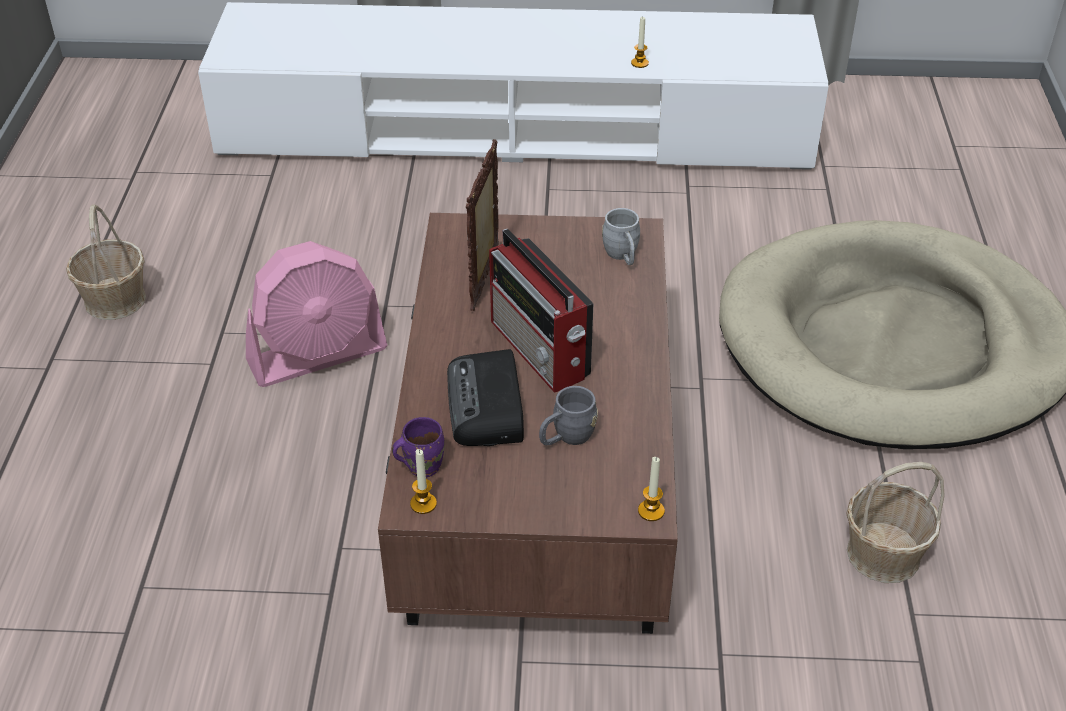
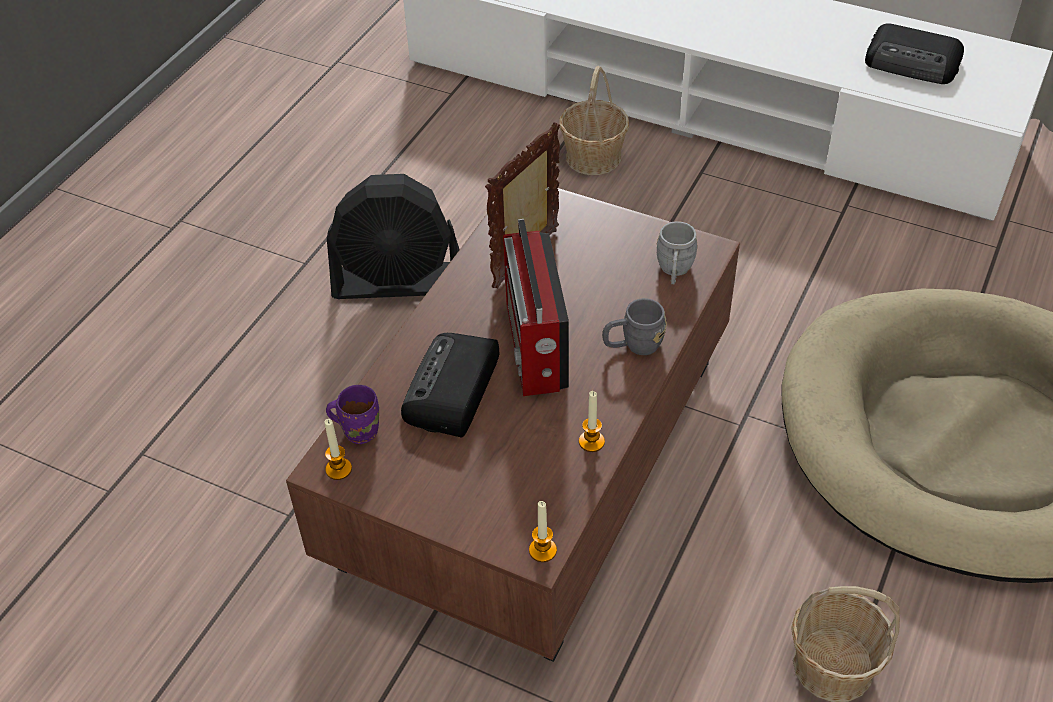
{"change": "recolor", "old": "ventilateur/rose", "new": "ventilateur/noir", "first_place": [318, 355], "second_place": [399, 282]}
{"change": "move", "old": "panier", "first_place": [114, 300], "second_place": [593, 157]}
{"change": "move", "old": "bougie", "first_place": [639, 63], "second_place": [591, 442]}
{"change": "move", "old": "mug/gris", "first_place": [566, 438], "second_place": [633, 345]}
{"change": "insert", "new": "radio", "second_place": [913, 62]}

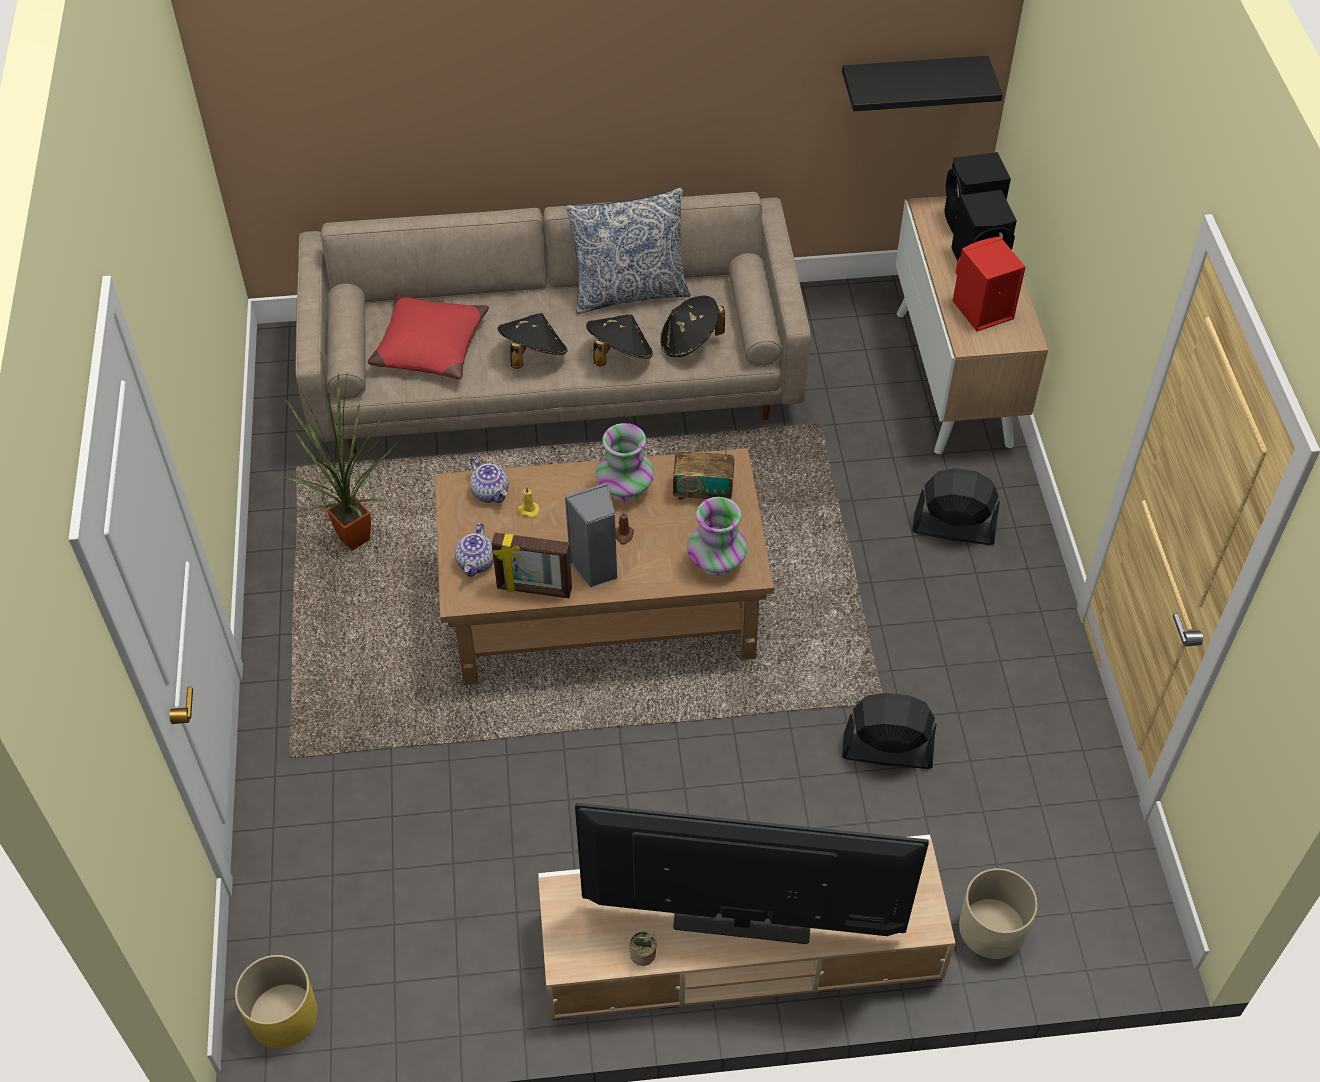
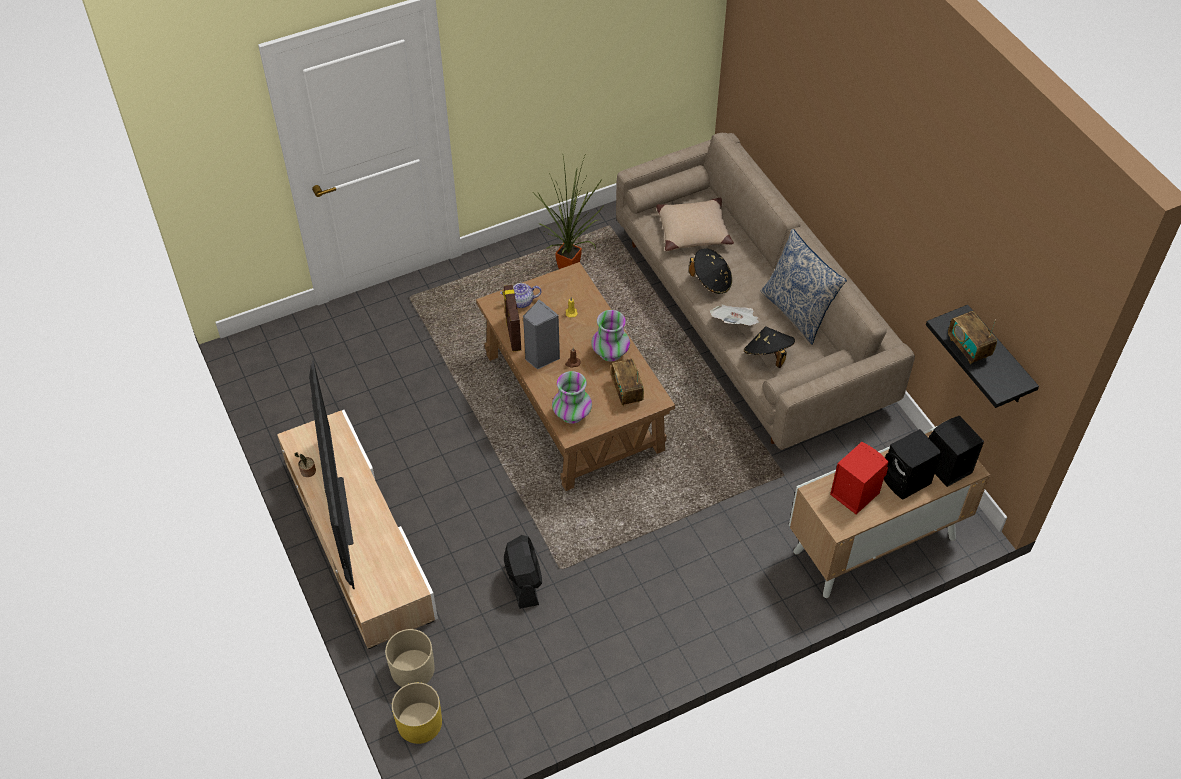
{"change": "move", "old": "cache-pot/jaune", "first_place": [282, 1015], "second_place": [419, 722]}
{"change": "recolor", "old": "coussin/rouge", "new": "coussin/beige", "first_place": [429, 346], "second_place": [693, 231]}
{"change": "replace", "old": "chapeau/noir", "new": "journal", "first_place": [619, 355], "second_place": [735, 323]}
{"change": "insert", "new": "radio", "second_place": [968, 348]}
{"change": "delete", "old": "théière", "first_place": [491, 492]}
{"change": "delete", "old": "ventilateur/noir", "first_place": [953, 528]}

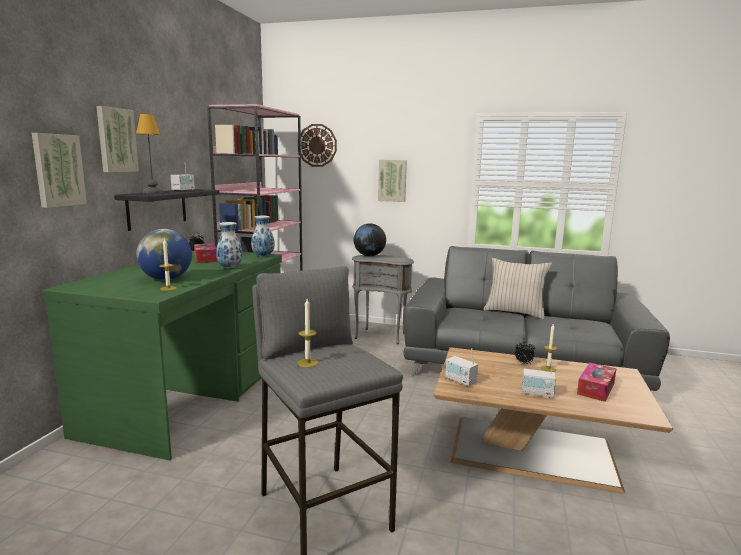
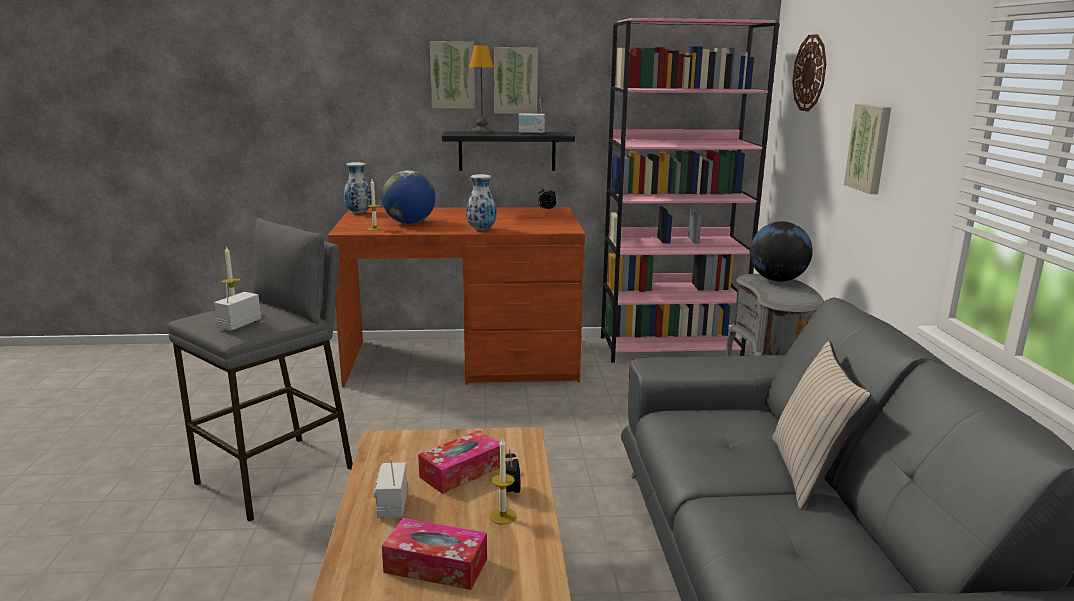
{"change": "move", "old": "radio", "first_place": [460, 381], "second_place": [239, 325]}
{"change": "recolor", "old": "bureau/vert", "new": "bureau/marron", "first_place": [192, 395], "second_place": [464, 361]}
{"change": "move", "old": "vase", "first_place": [263, 256], "second_place": [358, 212]}
{"change": "move", "old": "boîte à mouchoirs", "first_place": [205, 258], "second_place": [461, 471]}
{"change": "move", "old": "tableau", "first_place": [58, 170], "second_place": [515, 80]}

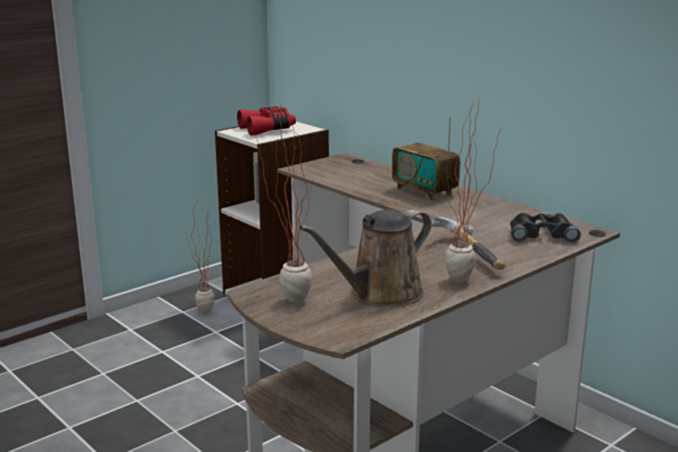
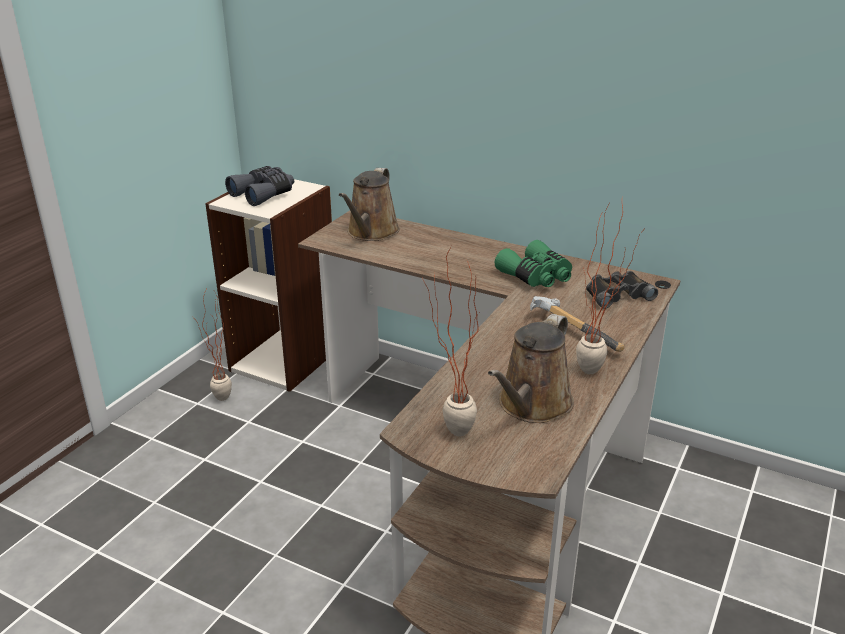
{"change": "recolor", "old": "jumelles/rouge", "new": "jumelles/gris", "first_place": [267, 129], "second_place": [264, 194]}
{"change": "insert", "new": "arrosoir/marron", "second_place": [371, 232]}
{"change": "insert", "new": "jumelles/vert", "second_place": [536, 277]}
{"change": "delete", "old": "radio", "first_place": [424, 191]}

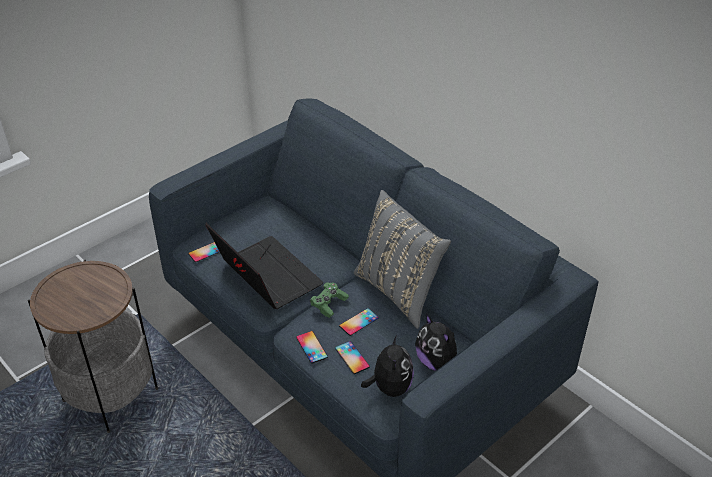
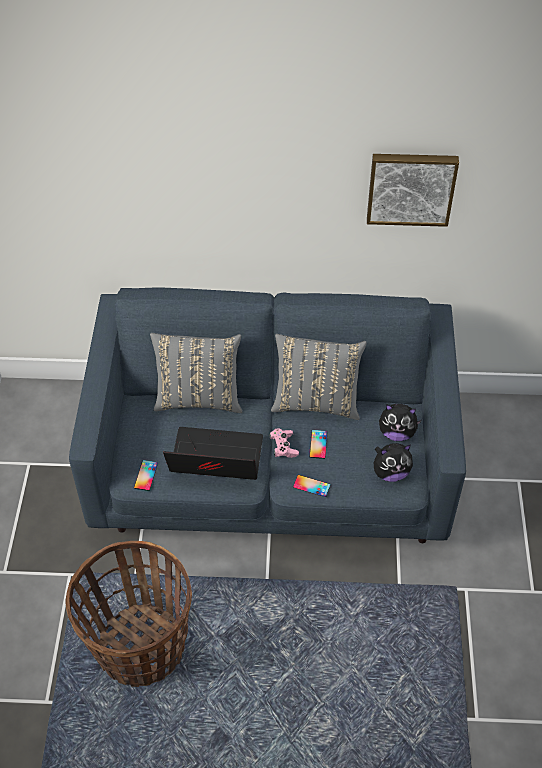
{"change": "replace", "old": "table d'appoint", "new": "panier", "first_place": [111, 396], "second_place": [141, 648]}
{"change": "insert", "new": "coussin/gris", "second_place": [199, 398]}
{"change": "recolor", "old": "manette/vert", "new": "manette/rose", "first_place": [329, 304], "second_place": [283, 447]}
{"change": "insert", "new": "tableau", "second_place": [411, 187]}
{"change": "rotate", "old": "peluche", "first_place": [390, 387], "second_place": [390, 473], "degrees": 120}
{"change": "delete", "old": "téléphone", "first_place": [352, 357]}

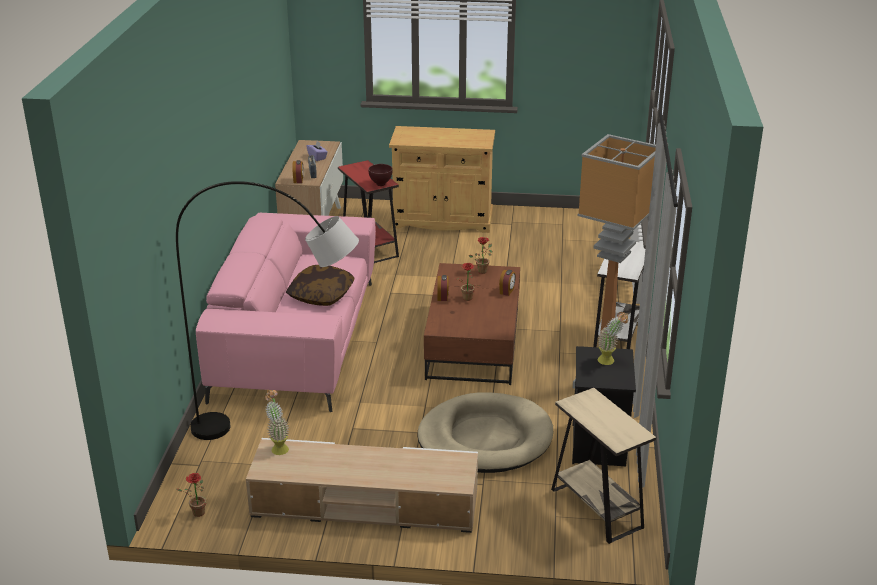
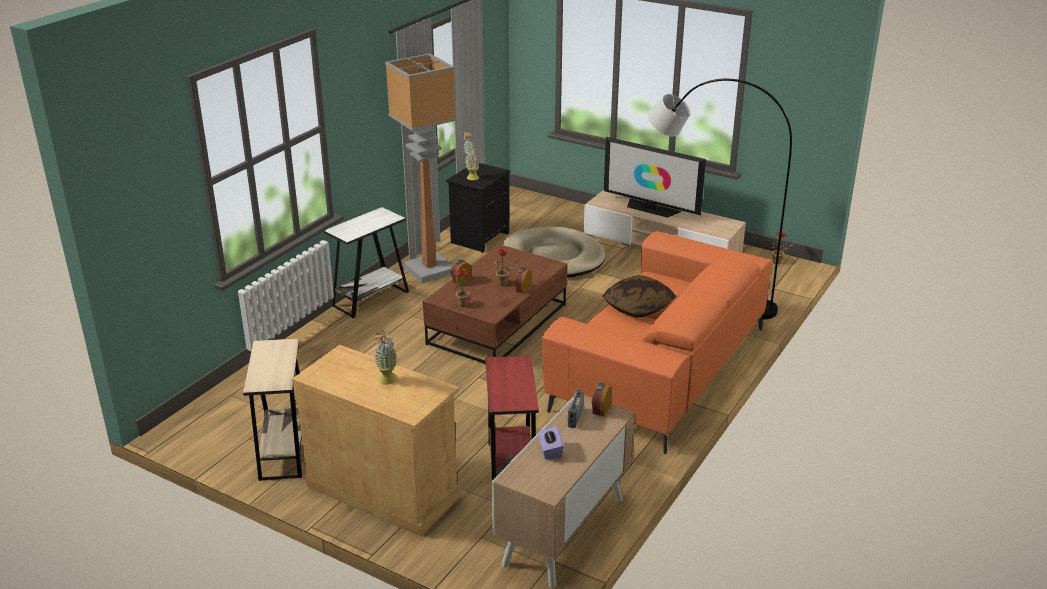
{"change": "move", "old": "table d'appoint/beige", "first_place": [596, 508], "second_place": [284, 451]}
{"change": "move", "old": "plante en pot", "first_place": [278, 447], "second_place": [387, 382]}
{"change": "recolor", "old": "canapé/rose", "new": "canapé/orange", "first_place": [297, 339], "second_place": [659, 368]}
{"change": "insert", "new": "téléviseur", "second_place": [651, 208]}
{"change": "delete", "old": "bol/marron", "first_place": [380, 184]}

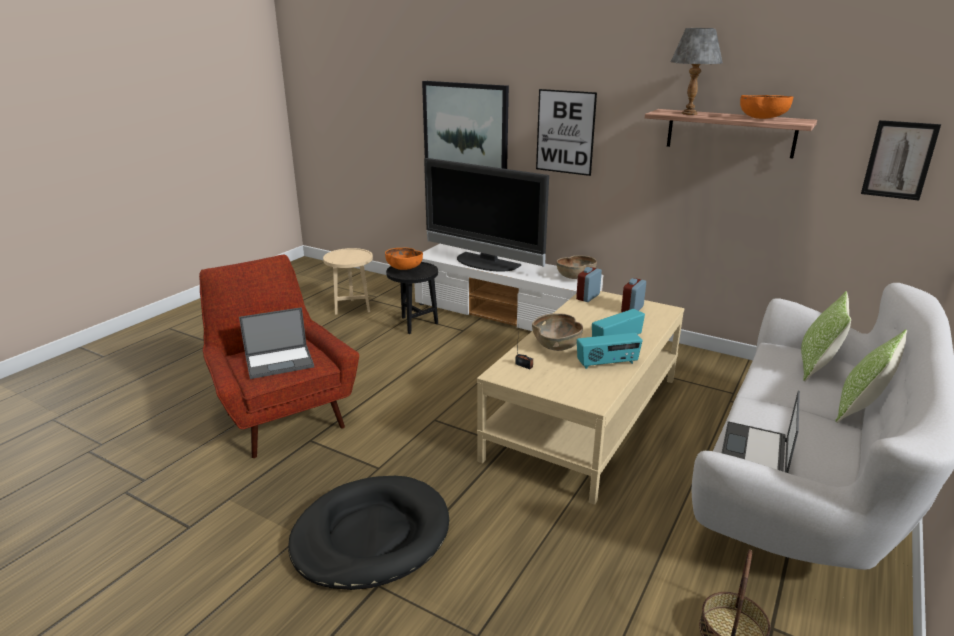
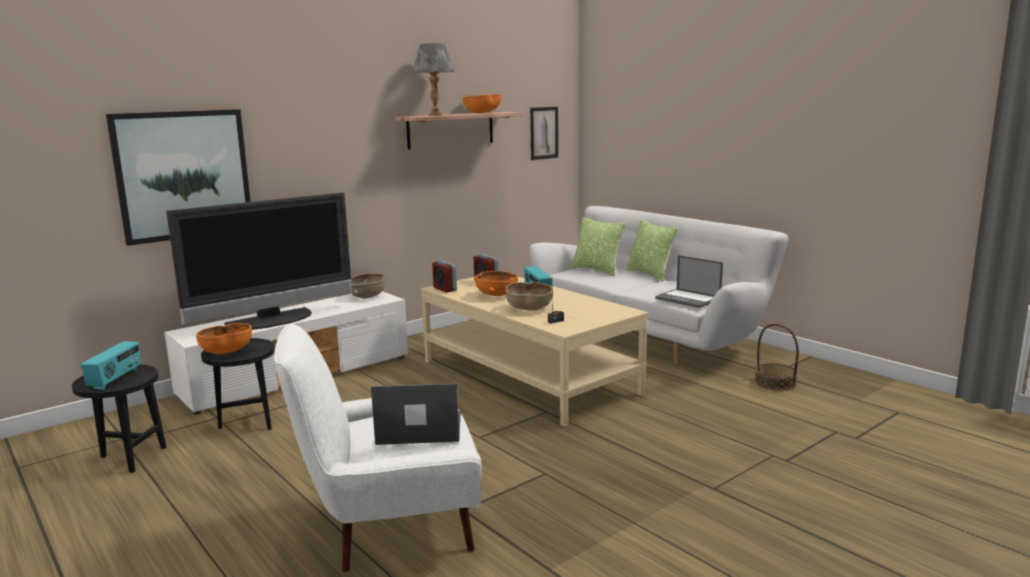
{"change": "recolor", "old": "table d'appoint/beige", "new": "table d'appoint/noir", "first_place": [352, 307], "second_place": [129, 458]}
{"change": "move", "old": "radio", "first_place": [607, 363], "second_place": [116, 379]}
{"change": "recolor", "old": "fauteuil/rouge", "new": "fauteuil/blanc", "first_place": [282, 416], "second_place": [391, 526]}
{"change": "rotate", "old": "ordinateur portable", "first_place": [280, 361], "second_place": [418, 429], "degrees": -90}
{"change": "insert", "new": "bol/orange", "second_place": [496, 295]}
{"change": "delete", "old": "panier pour chien/noir", "first_place": [371, 536]}
{"change": "delete", "old": "tableau", "first_place": [565, 132]}

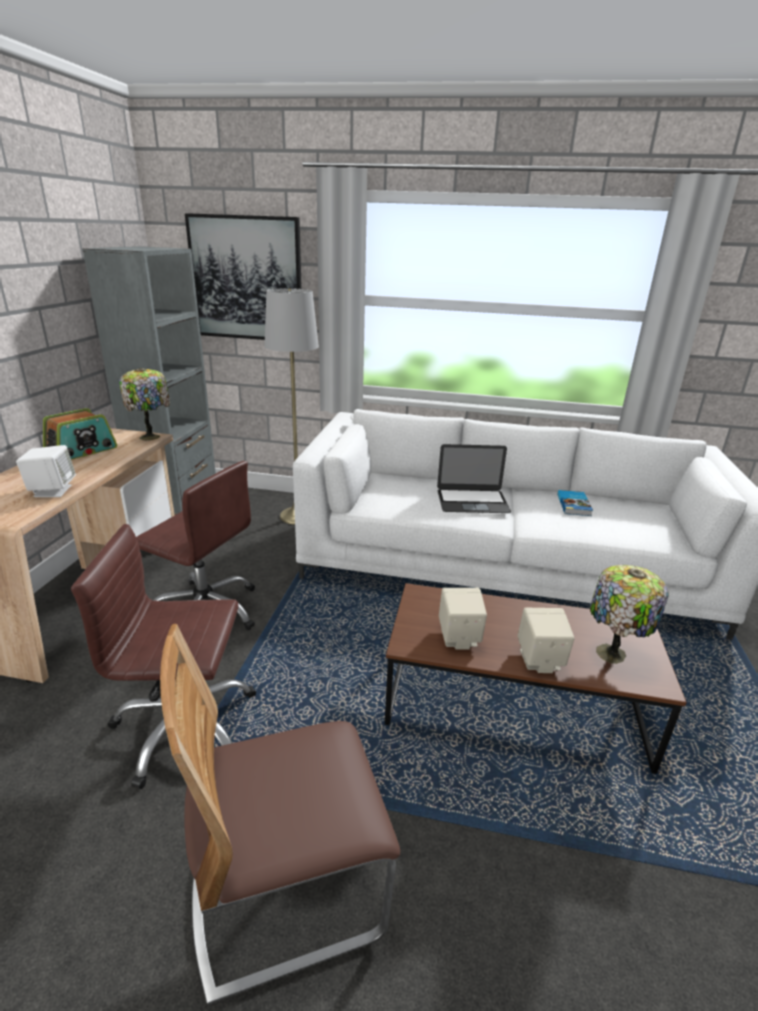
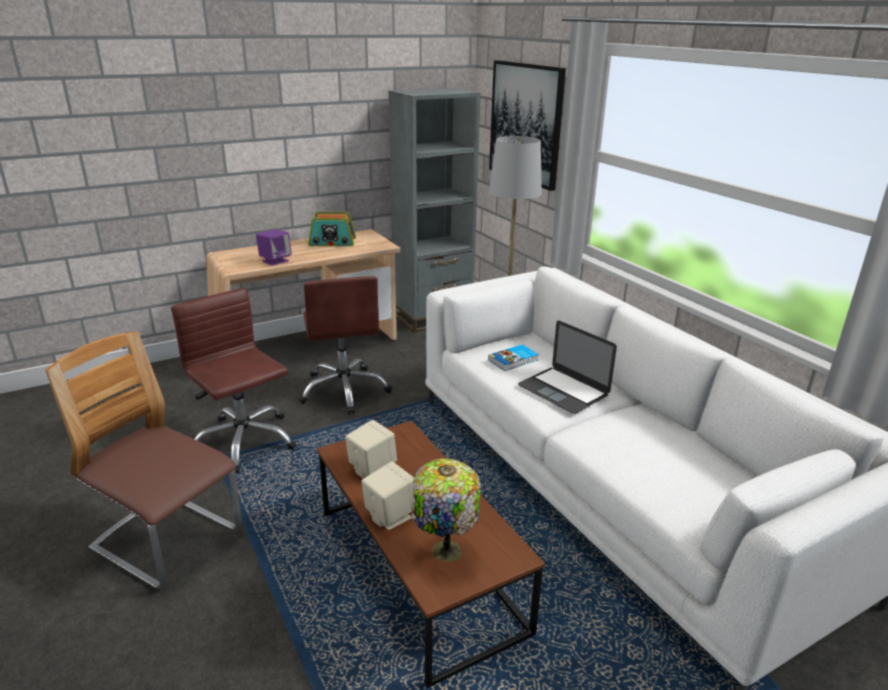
{"change": "recolor", "old": "enceinte/blanc", "new": "enceinte/violet", "first_place": [52, 491], "second_place": [275, 261]}
{"change": "move", "old": "livre", "first_place": [574, 505], "second_place": [514, 360]}
{"change": "delete", "old": "lampe de table", "first_place": [151, 436]}

